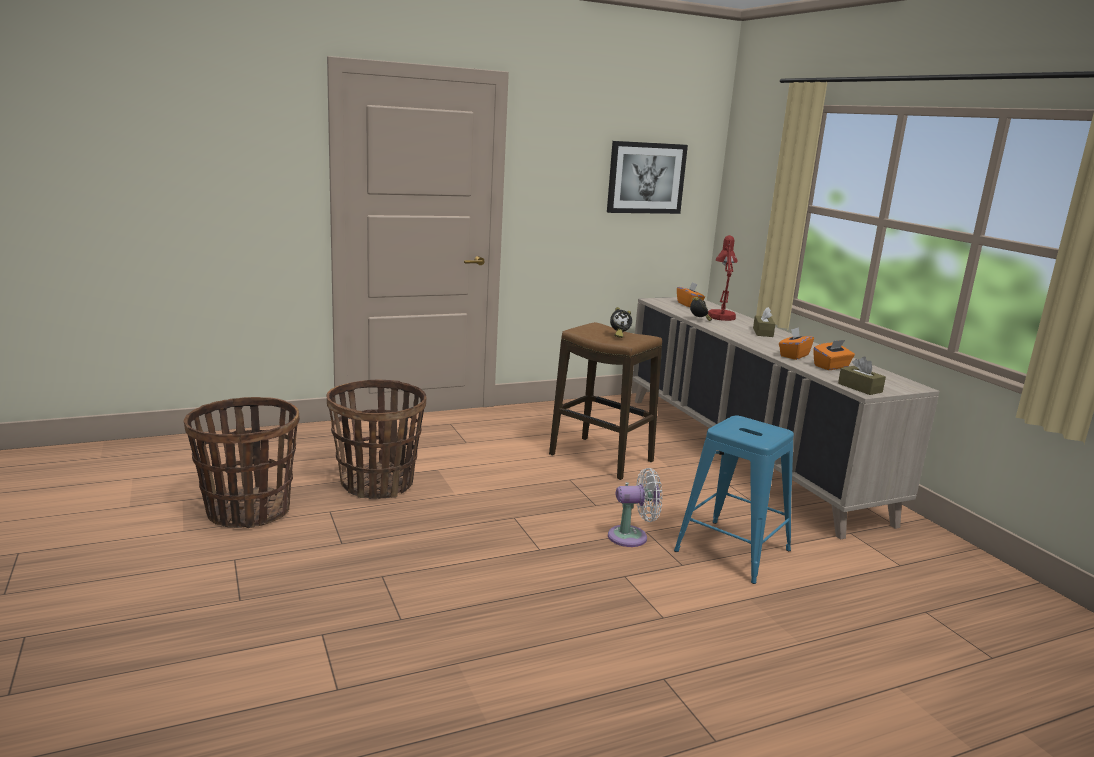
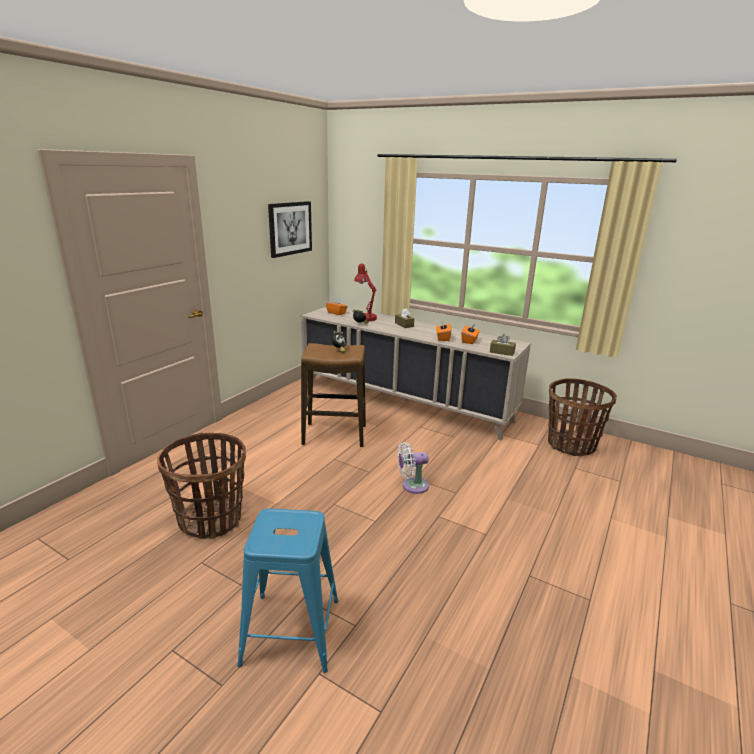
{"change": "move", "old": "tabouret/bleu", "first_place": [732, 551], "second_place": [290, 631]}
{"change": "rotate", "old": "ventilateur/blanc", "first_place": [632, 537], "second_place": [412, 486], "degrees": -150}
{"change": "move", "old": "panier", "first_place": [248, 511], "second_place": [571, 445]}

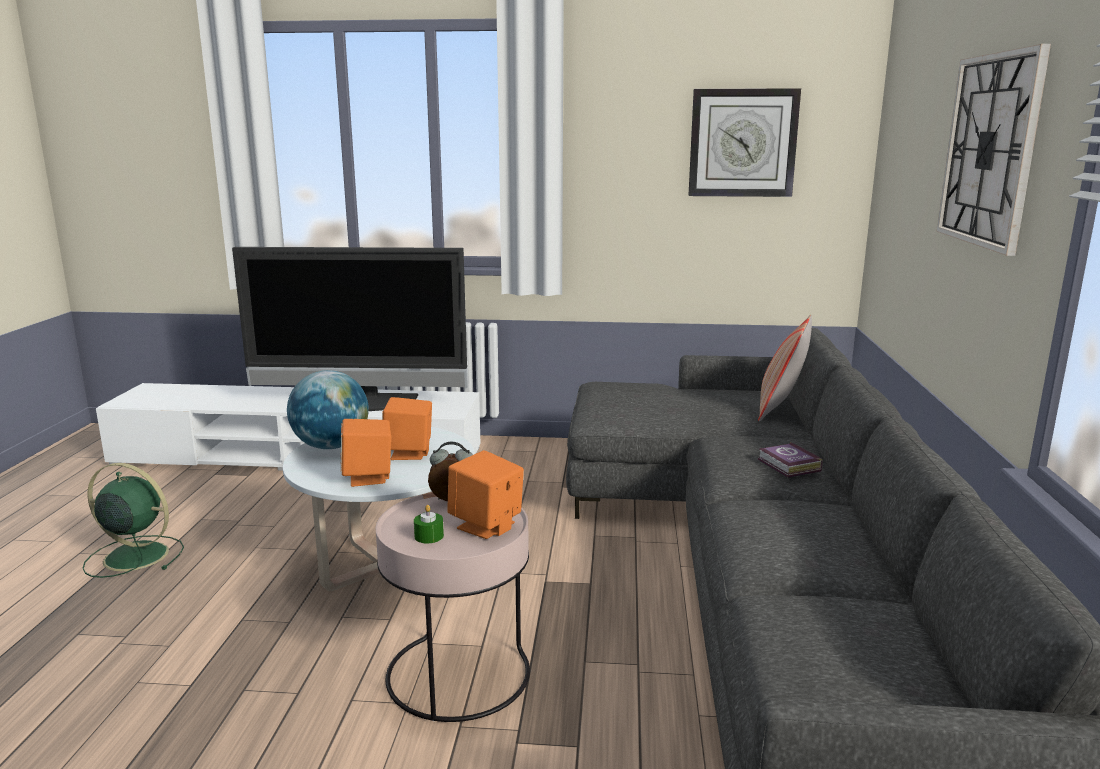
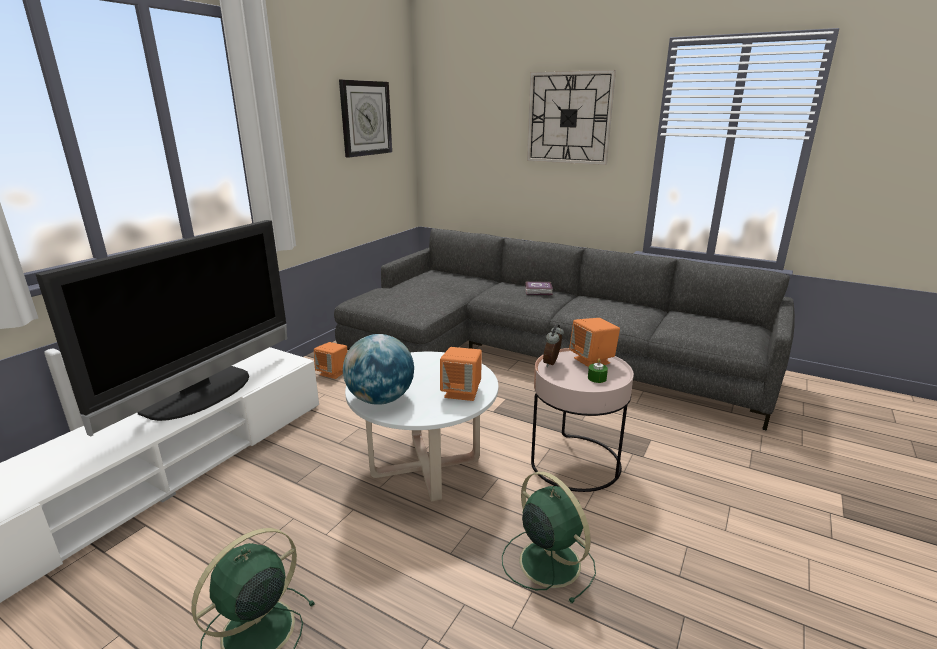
{"change": "move", "old": "enceinte/orange", "first_place": [409, 453], "second_place": [333, 373]}
{"change": "insert", "new": "ventilateur/vert", "second_place": [547, 561]}
{"change": "delete", "old": "coussin", "first_place": [780, 408]}

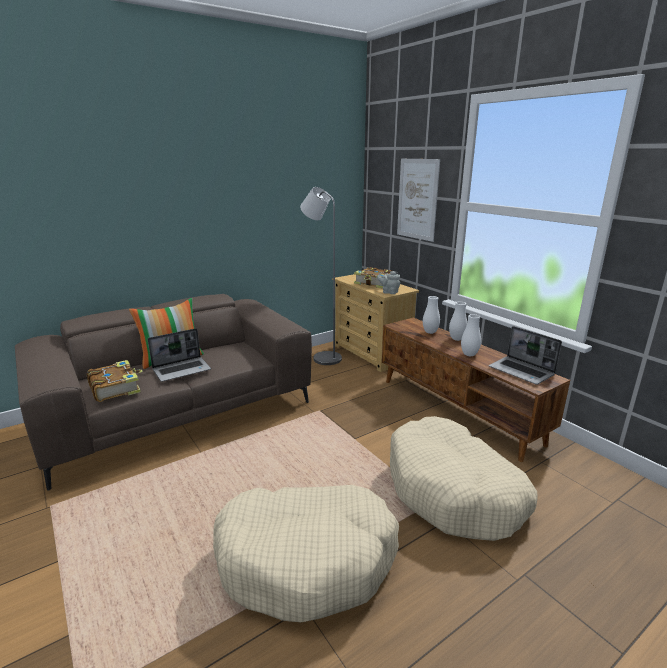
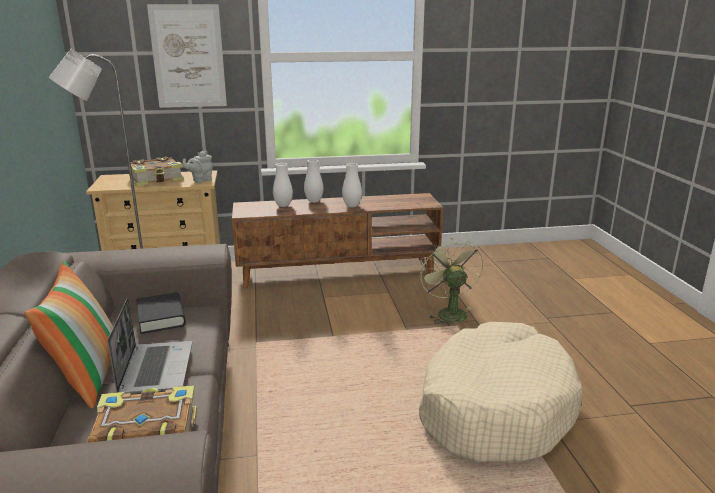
{"change": "insert", "new": "livre/noir", "second_place": [161, 317]}
{"change": "replace", "old": "panier pour chien/beige", "new": "ventilateur/vert", "first_place": [453, 491], "second_place": [448, 312]}
{"change": "delete", "old": "ordinateur portable", "first_place": [522, 371]}

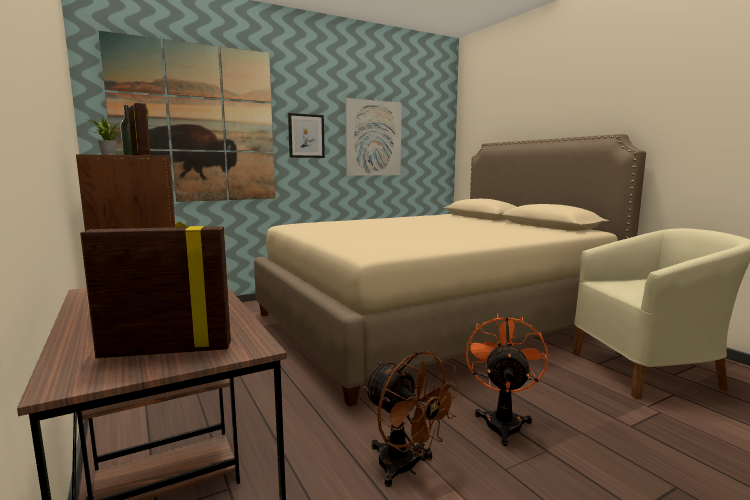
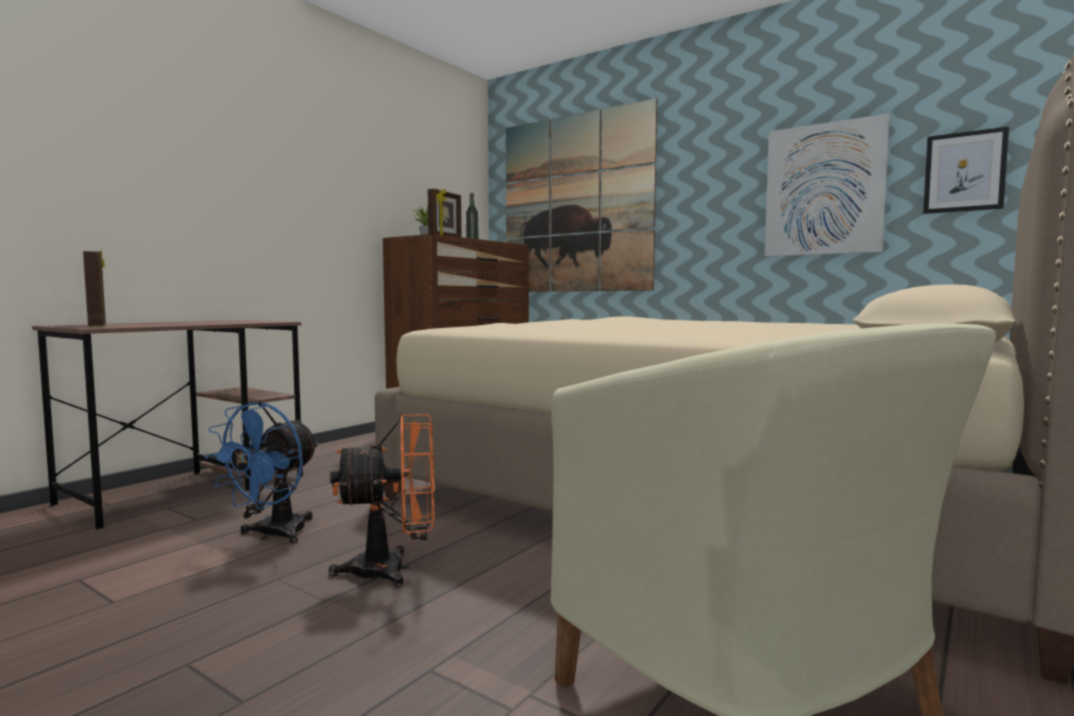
{"change": "recolor", "old": "ventilateur/marron", "new": "ventilateur/bleu", "first_place": [406, 468], "second_place": [272, 535]}
{"change": "move", "old": "tableau", "first_place": [306, 136], "second_place": [964, 172]}

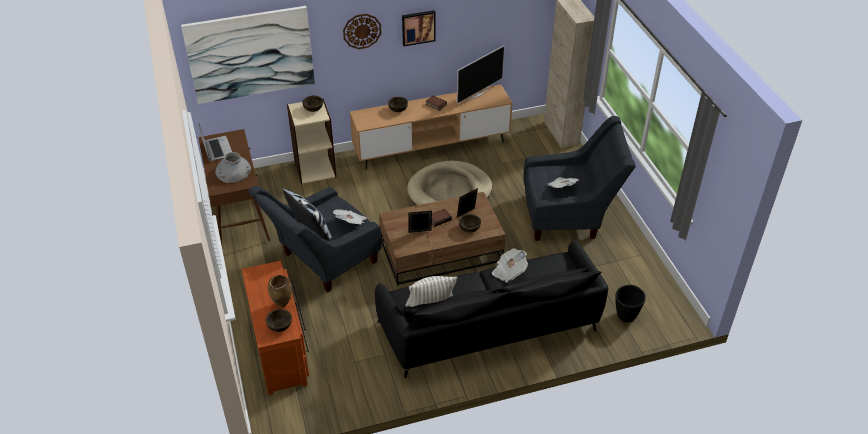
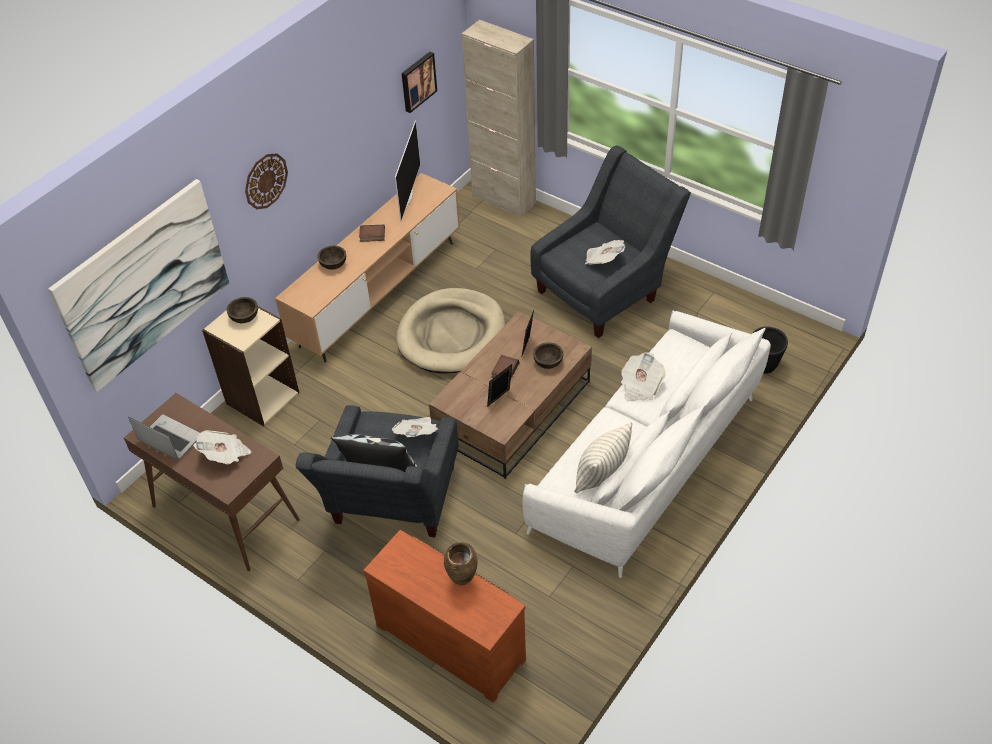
{"change": "replace", "old": "vase/gris", "new": "journal", "first_place": [233, 172], "second_place": [225, 455]}
{"change": "move", "old": "tableau", "first_place": [418, 27], "second_place": [417, 81]}
{"change": "recolor", "old": "canapé/noir", "new": "canapé/blanc", "first_place": [490, 326], "second_place": [649, 461]}
{"change": "delete", "old": "bol/marron", "first_place": [279, 326]}

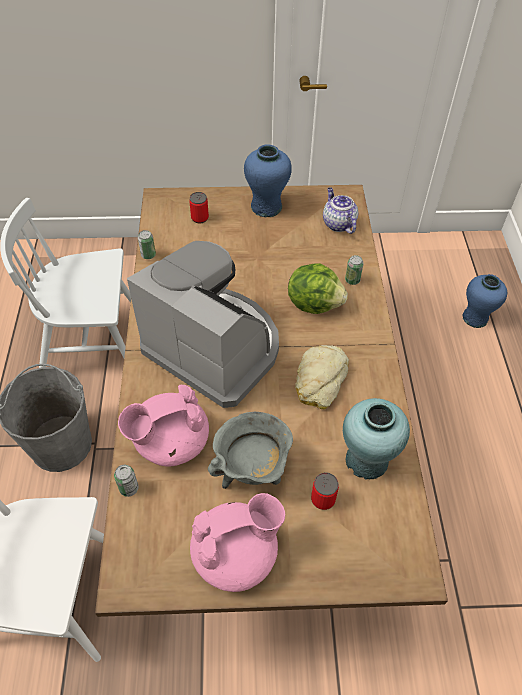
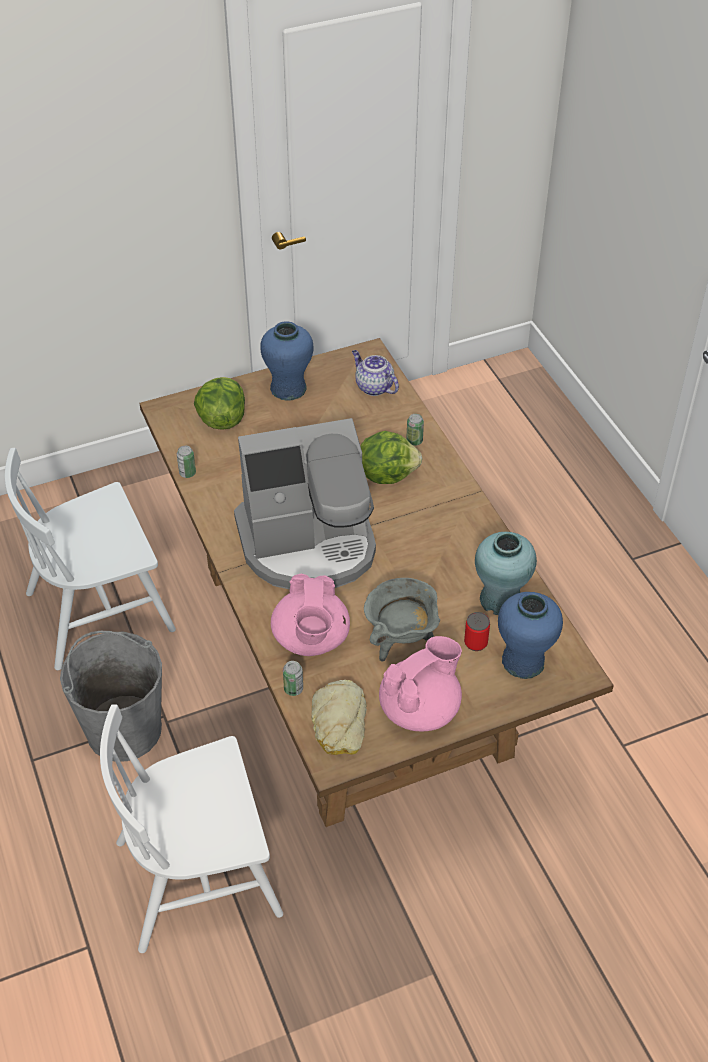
{"change": "replace", "old": "boîte métallique", "new": "laitue", "first_place": [200, 218], "second_place": [222, 419]}
{"change": "rotate", "old": "machine à café", "first_place": [215, 348], "second_place": [308, 544], "degrees": 150}
{"change": "rotate", "old": "théière/rose", "first_place": [170, 442], "second_place": [311, 639], "degrees": -45}
{"change": "move", "old": "pain", "first_place": [319, 380], "second_place": [339, 723]}
{"change": "move", "old": "vase/bleu", "first_place": [475, 317], "second_place": [523, 661]}

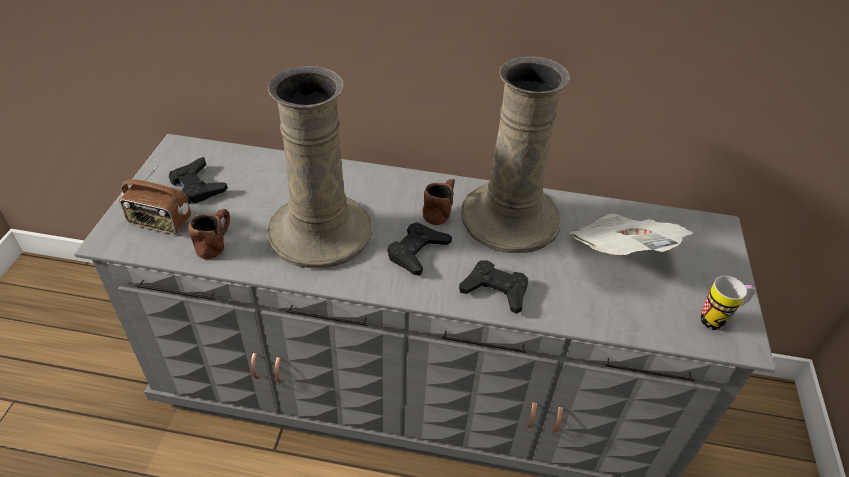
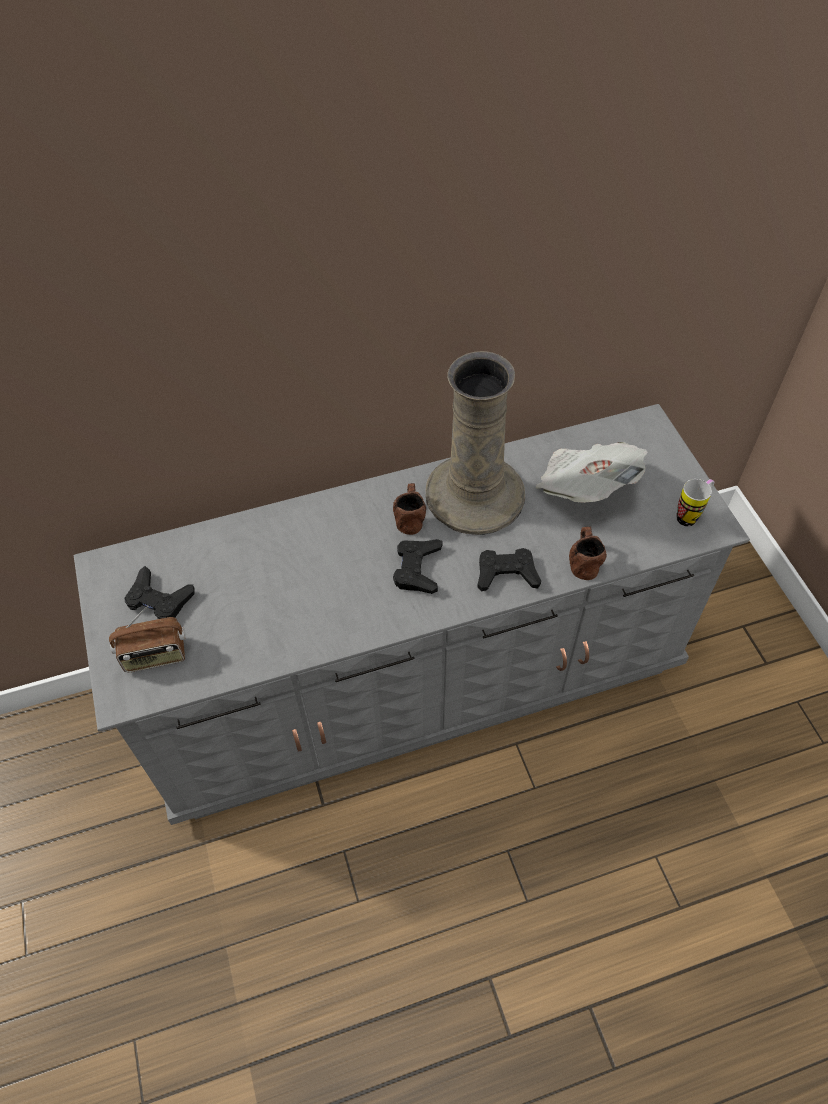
{"change": "move", "old": "mug/marron", "first_place": [216, 243], "second_place": [583, 560]}
{"change": "delete", "old": "vase/beige", "first_place": [320, 231]}

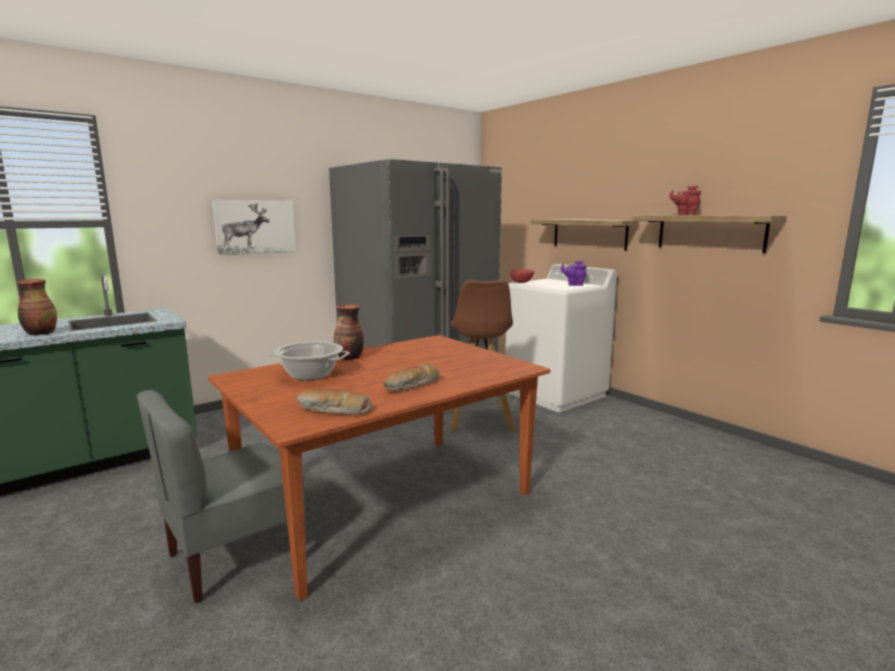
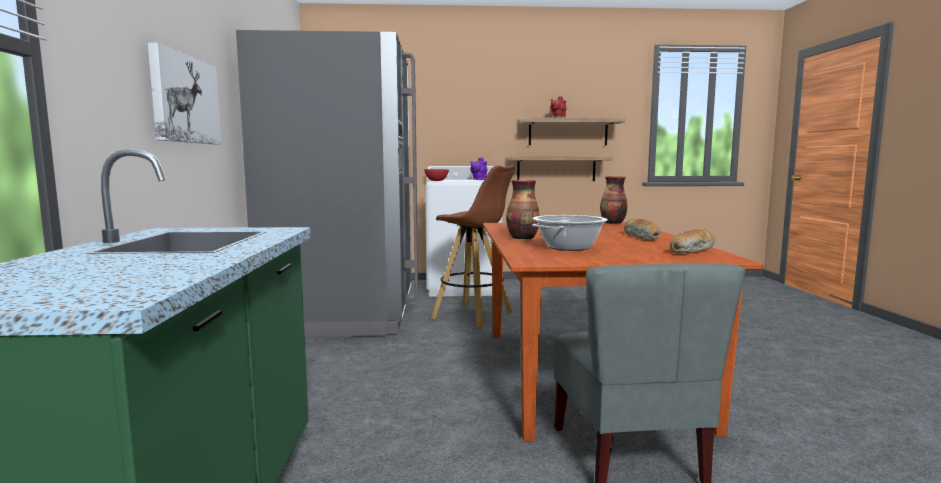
{"change": "move", "old": "étagère", "first_place": [589, 233], "second_place": [556, 168]}
{"change": "move", "old": "vase", "first_place": [40, 333], "second_place": [612, 223]}

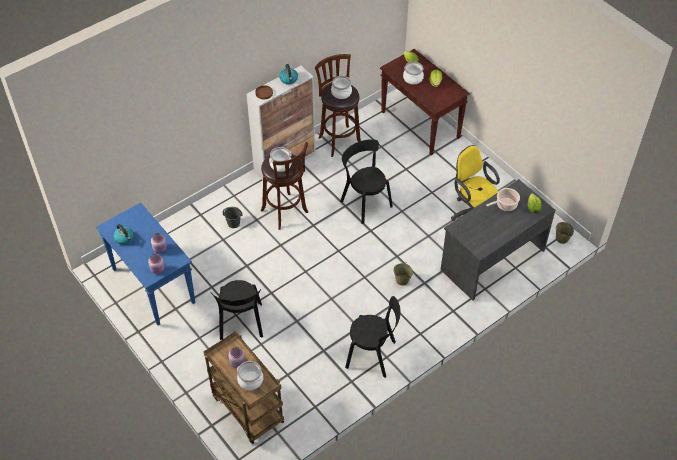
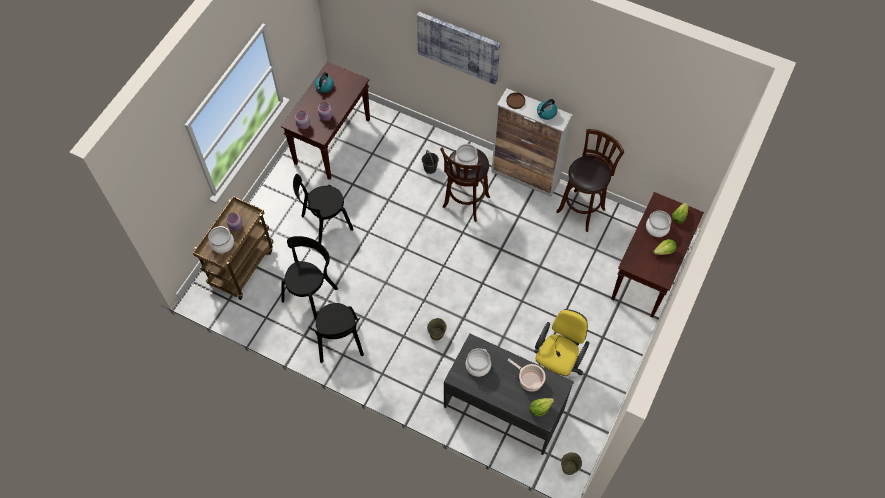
{"change": "recolor", "old": "table console/bleu", "new": "table console/marron", "first_place": [152, 285], "second_place": [332, 141]}
{"change": "move", "old": "chaise/noir", "first_place": [365, 202], "second_place": [311, 292]}
{"change": "insert", "new": "tableau", "second_place": [459, 46]}
{"change": "move", "old": "marmite", "first_place": [341, 93], "second_place": [477, 365]}

